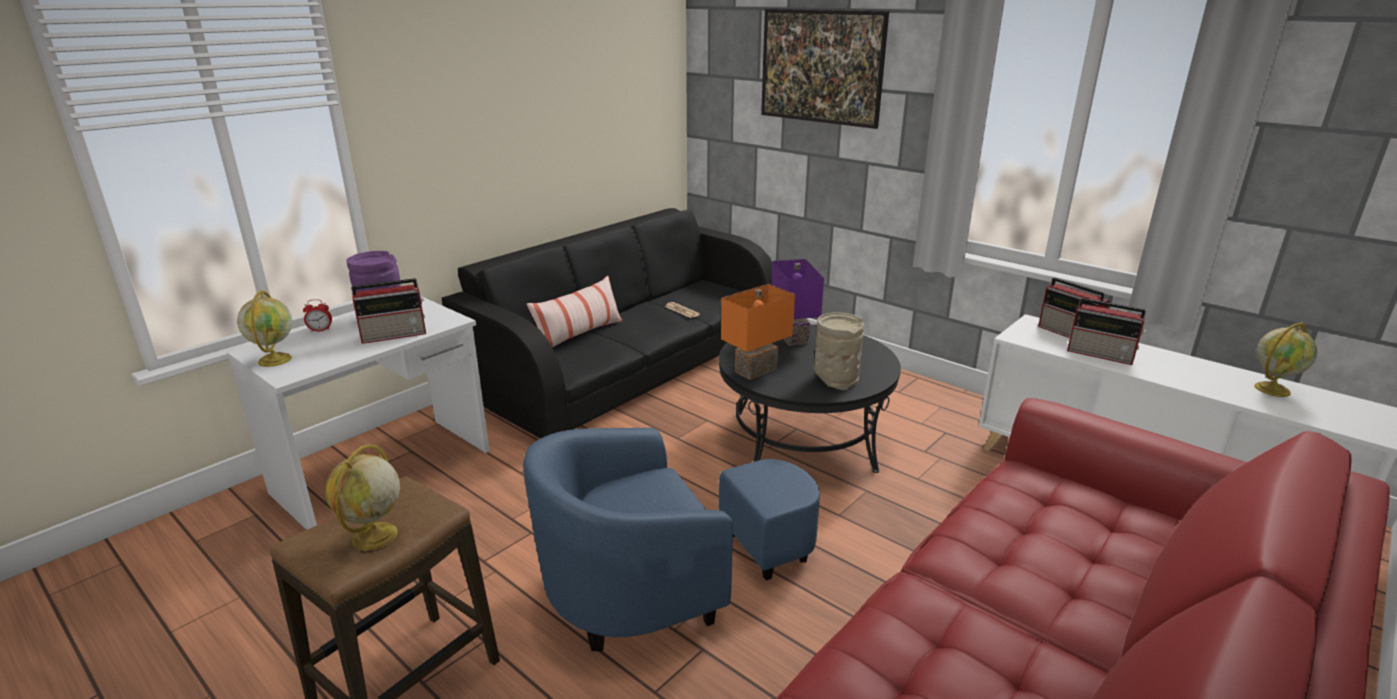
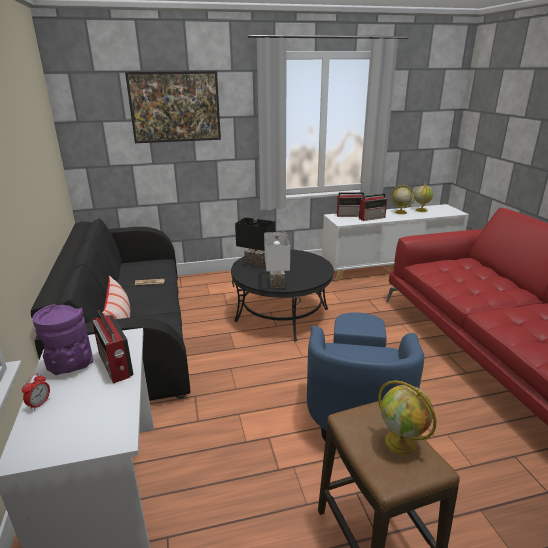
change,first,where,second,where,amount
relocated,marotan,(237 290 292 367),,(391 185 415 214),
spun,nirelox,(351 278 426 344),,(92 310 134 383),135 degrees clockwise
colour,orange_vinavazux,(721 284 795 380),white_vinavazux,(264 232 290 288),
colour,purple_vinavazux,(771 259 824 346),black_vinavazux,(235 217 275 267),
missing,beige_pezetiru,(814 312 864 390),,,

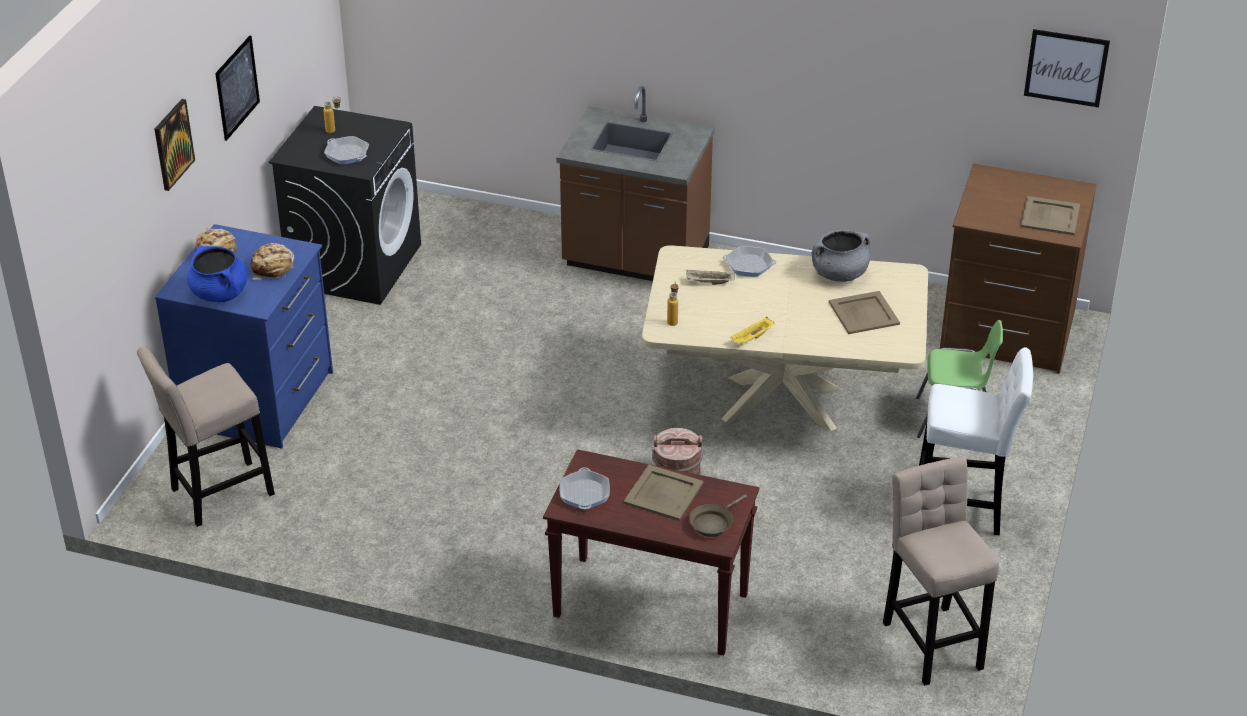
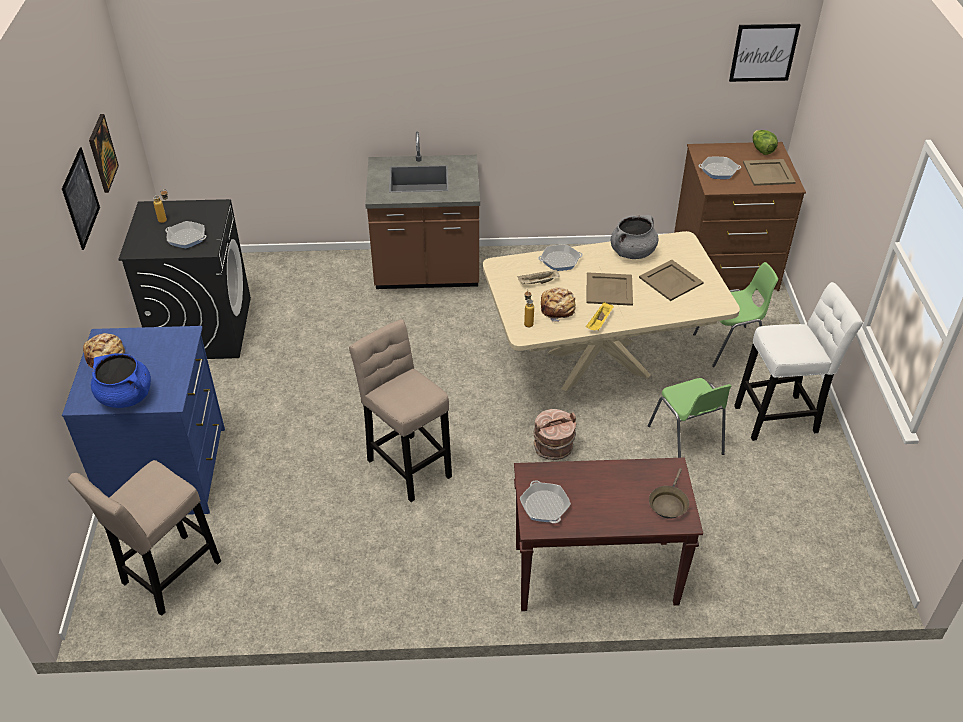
change,first,where,second,where,amount
relocated,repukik,(155 99 195 191),,(89 114 119 193),
relocated,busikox,(251 243 295 280),,(541 288 576 322),
relocated,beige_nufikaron,(624 464 703 521),,(586 272 633 306),
relocated,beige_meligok,(883 457 999 685),,(349 319 452 502),
appeared,,,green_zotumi,(648 378 732 458),
appeared,,,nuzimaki,(699 157 741 179),
appeared,,,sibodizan,(753 130 778 155),

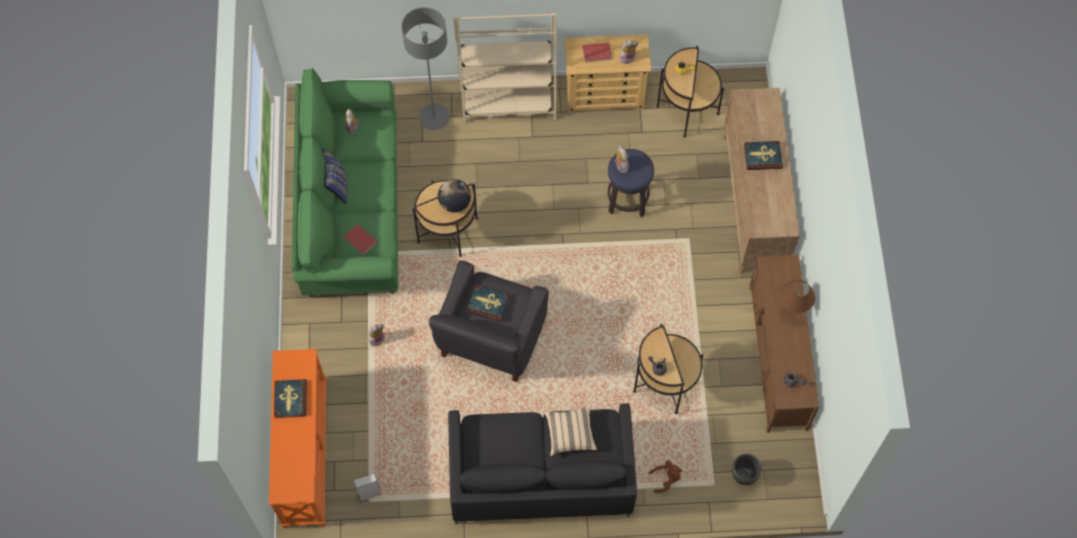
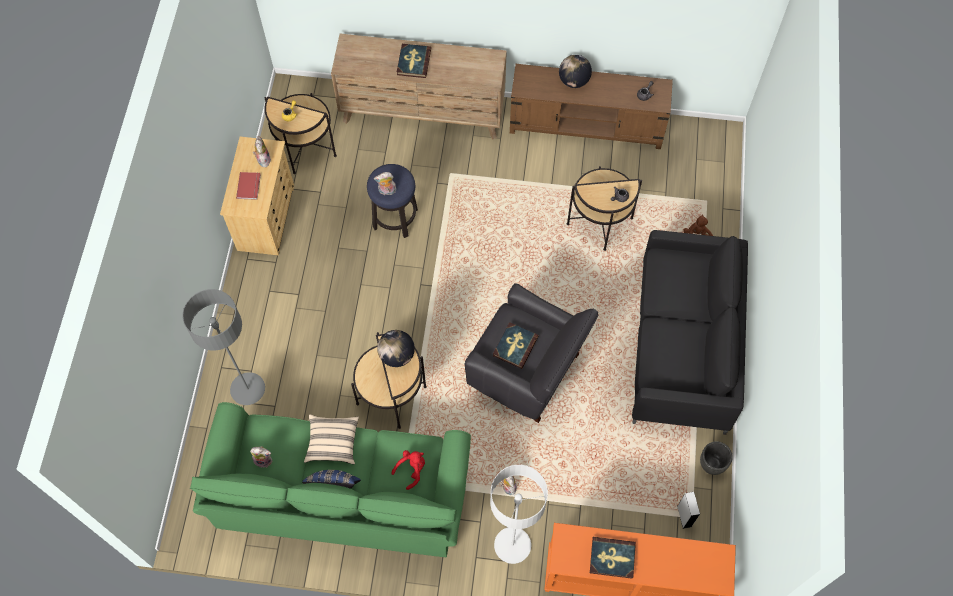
change,first,where,second,where,amount
exchanged,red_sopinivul,(344 224 377 255),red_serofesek,(391 450 425 490),
missing,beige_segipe,(453 13 557 124),,,
relocated,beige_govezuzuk,(544 406 597 456),,(304 414 359 464),
relocated,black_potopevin,(732 454 762 485),,(700 441 733 475),
exchanged,brown_vinavazux,(779 280 815 313),marotan,(559 55 592 88),
appeared,,,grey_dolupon,(490 465 548 564),

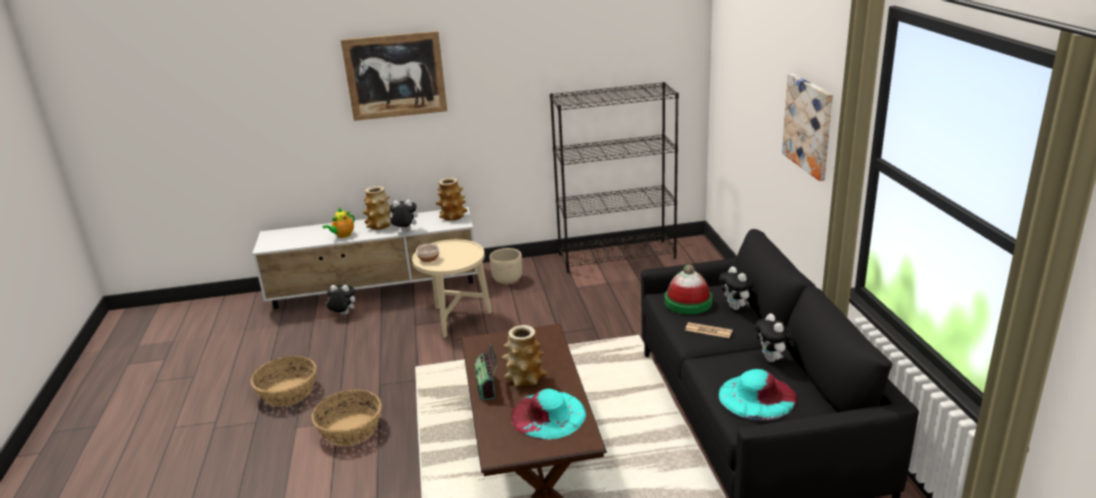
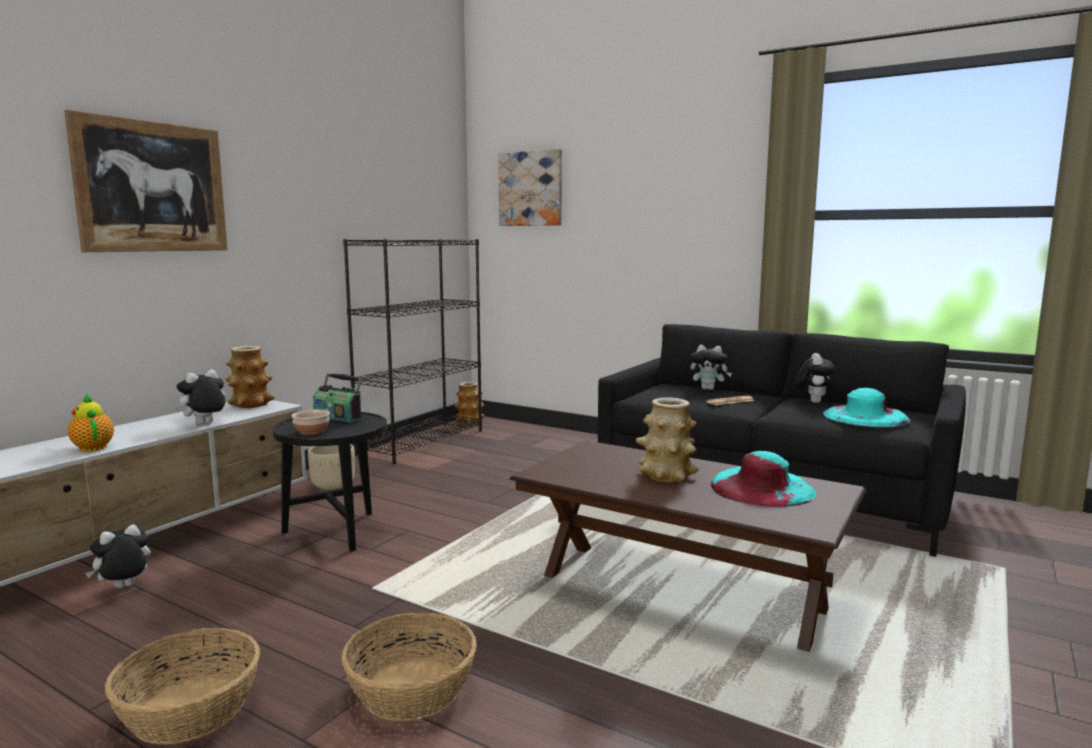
change,first,where,second,where,amount
spun,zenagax,(323 208 355 238),,(68 394 114 452),150 degrees clockwise
relocated,pezetiru,(363 186 392 230),,(454 382 485 425),
colour,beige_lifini,(412 239 492 337),black_lifini,(273 412 387 551),
relocated,nirelox,(475 343 497 401),,(313 373 362 422),
missing,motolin,(665 265 712 314),,,
spun,serofesek,(755 314 795 362),,(795 353 835 403),105 degrees counterclockwise
relocated,repukik,(782 73 833 181),,(498 149 562 226),

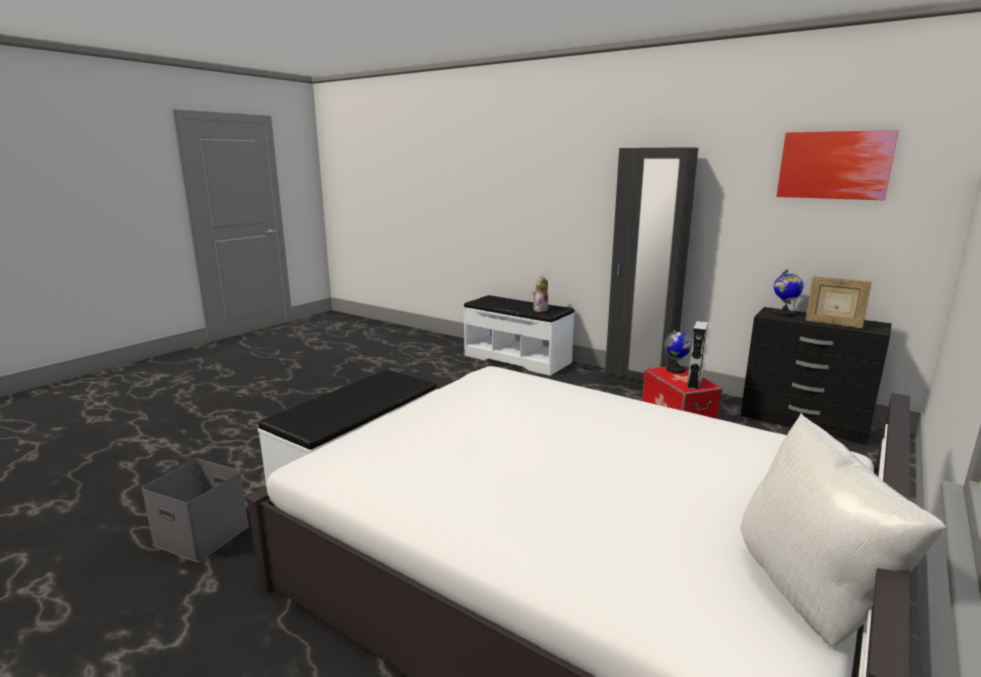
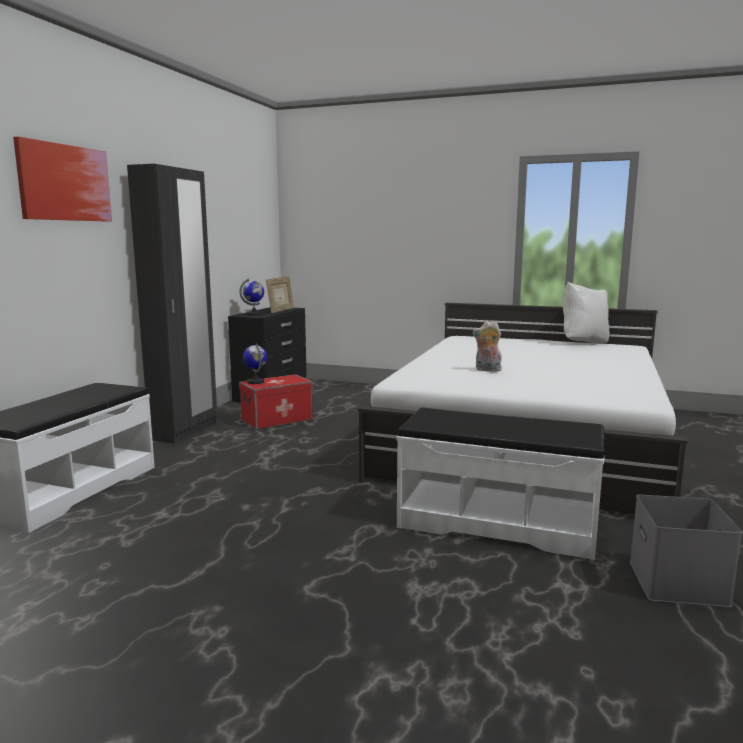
change,first,where,second,where,amount
relocated,serofesek,(533 275 548 312),,(473 321 502 372),
missing,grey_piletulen,(686 321 708 390),,,
relocated,repukik,(777 130 899 200),,(13 136 112 222),

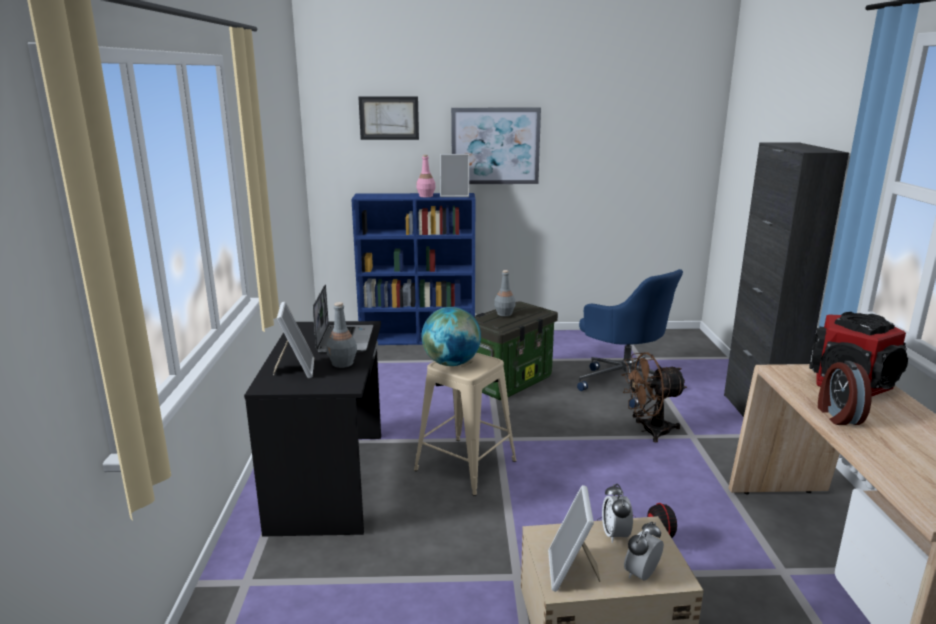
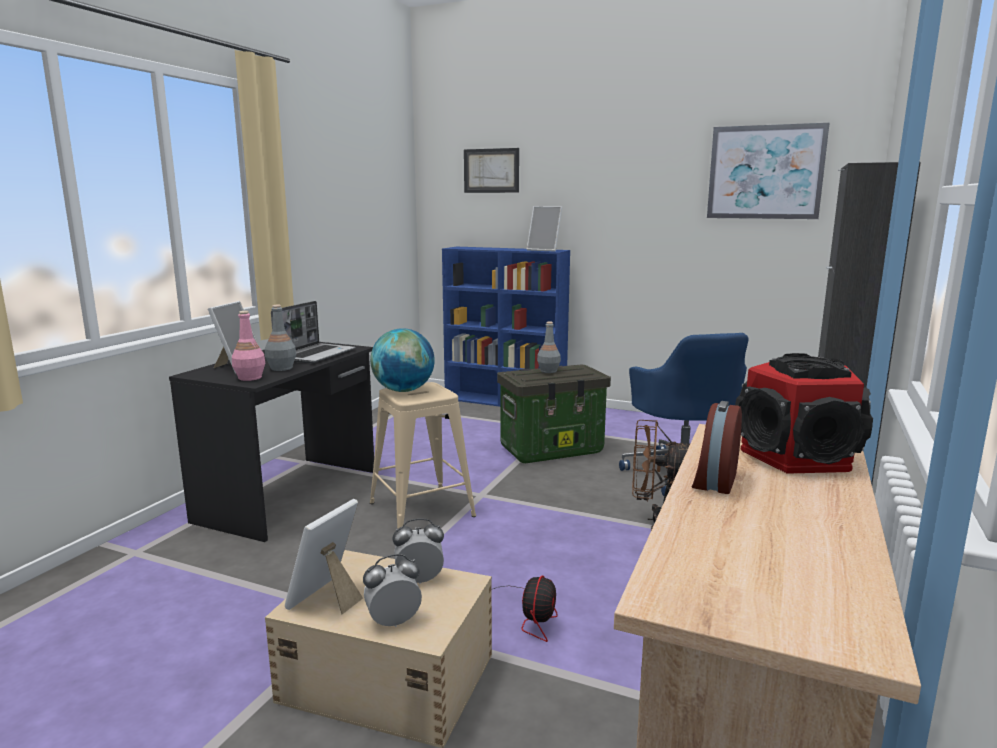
change,first,where,second,where,amount
relocated,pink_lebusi,(416 155 436 197),,(232 311 265 381),
relocated,repukik,(451 108 541 184),,(707 123 829 219),
spun,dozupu,(602 484 633 543),,(392 518 444 584),60 degrees clockwise

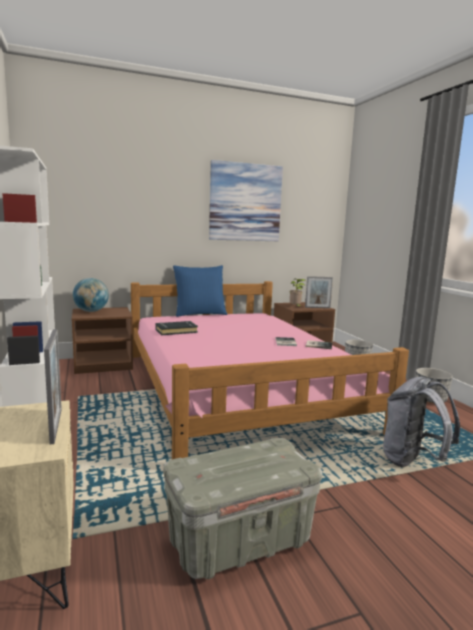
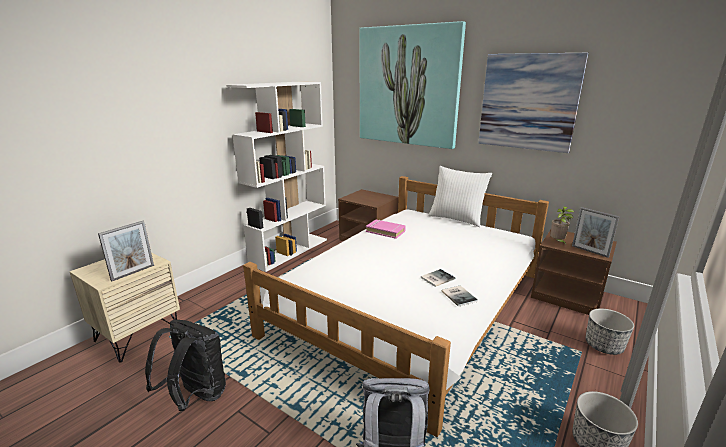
change,first,where,second,where,amount
missing,marotan,(73 278 109 312),,,
colour,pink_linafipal,(131 281 409 459),white_linafipal,(243 176 549 437),
colour,black_sopinivul,(156 321 198 335),pink_sopinivul,(366 220 406 239),
exchanged,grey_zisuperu,(163 438 322 579),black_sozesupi,(145 320 226 411),
colour,blue_govezuzuk,(173 265 227 317),white_govezuzuk,(428 166 492 227),
appeared,,,repukik,(359 21 466 149),

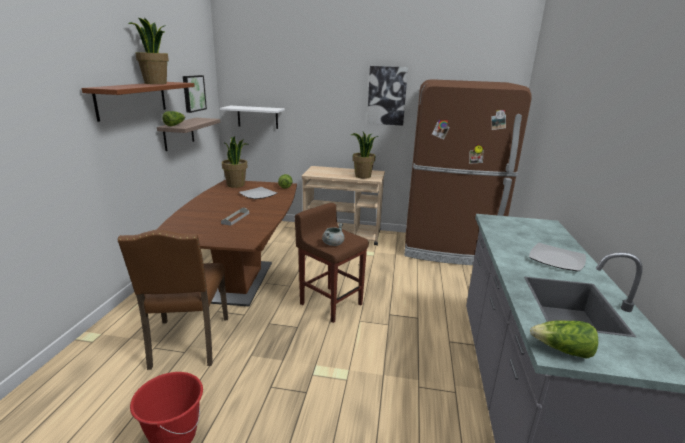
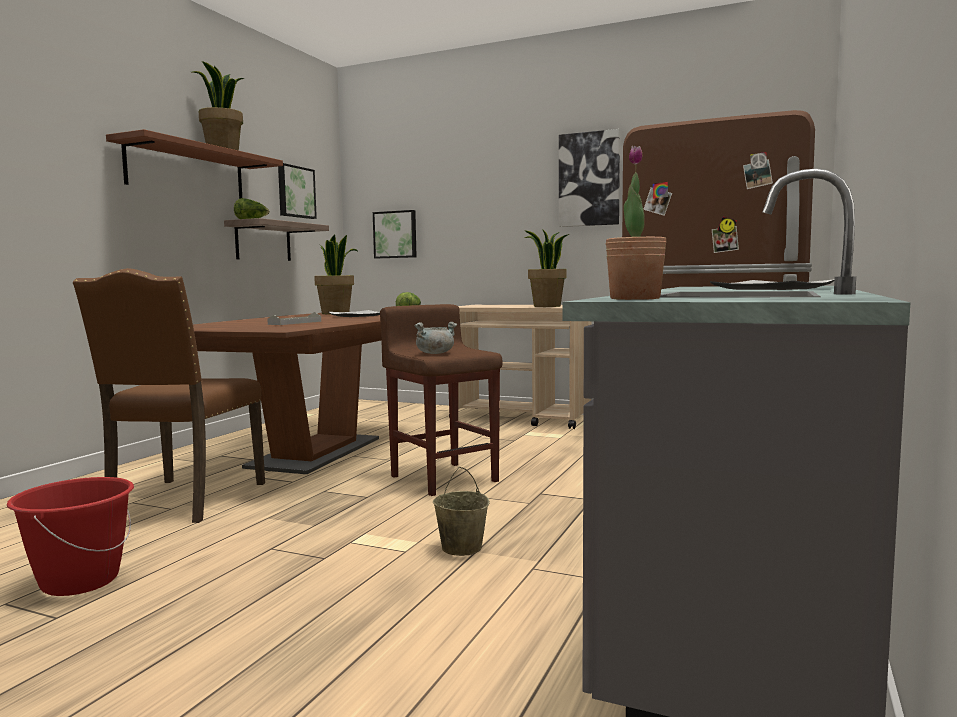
change,first,where,second,where,amount
exchanged,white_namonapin,(219 106 285 129),repukik,(373 210 417 258),
exchanged,sibodizan,(530 320 598 358),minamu,(606 146 667 300),
appeared,,,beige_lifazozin,(433 467 490 556),

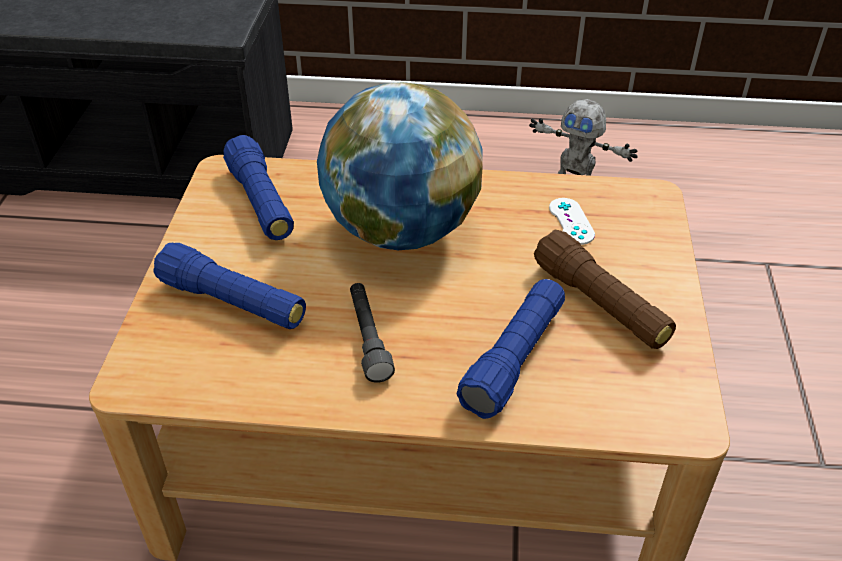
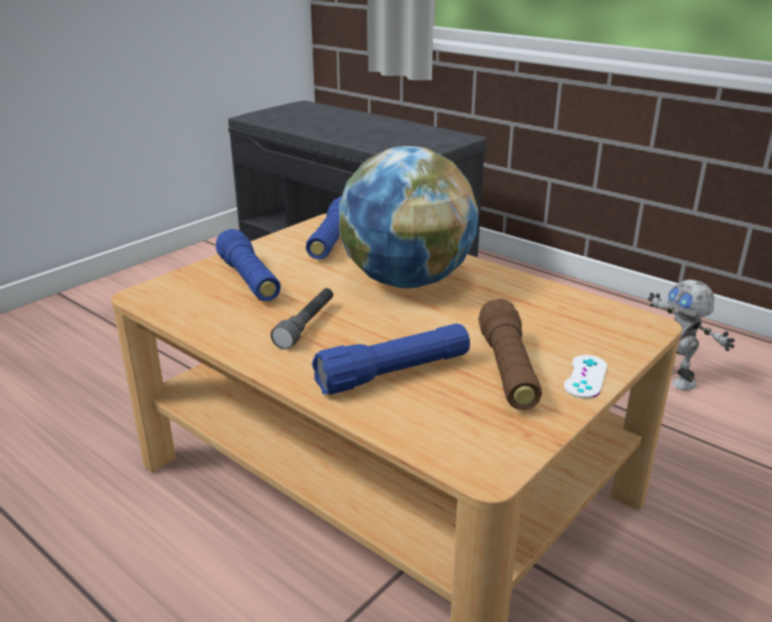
change,first,where,second,where,amount
relocated,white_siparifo,(549 198 595 245),,(564 355 607 399),

